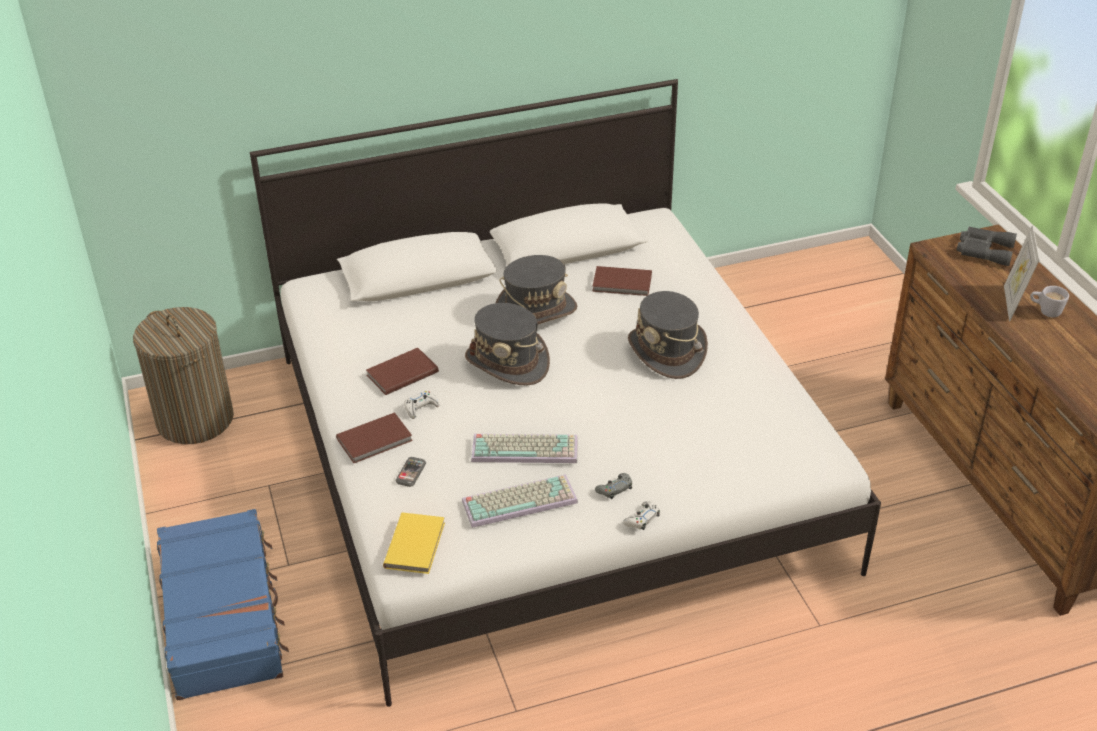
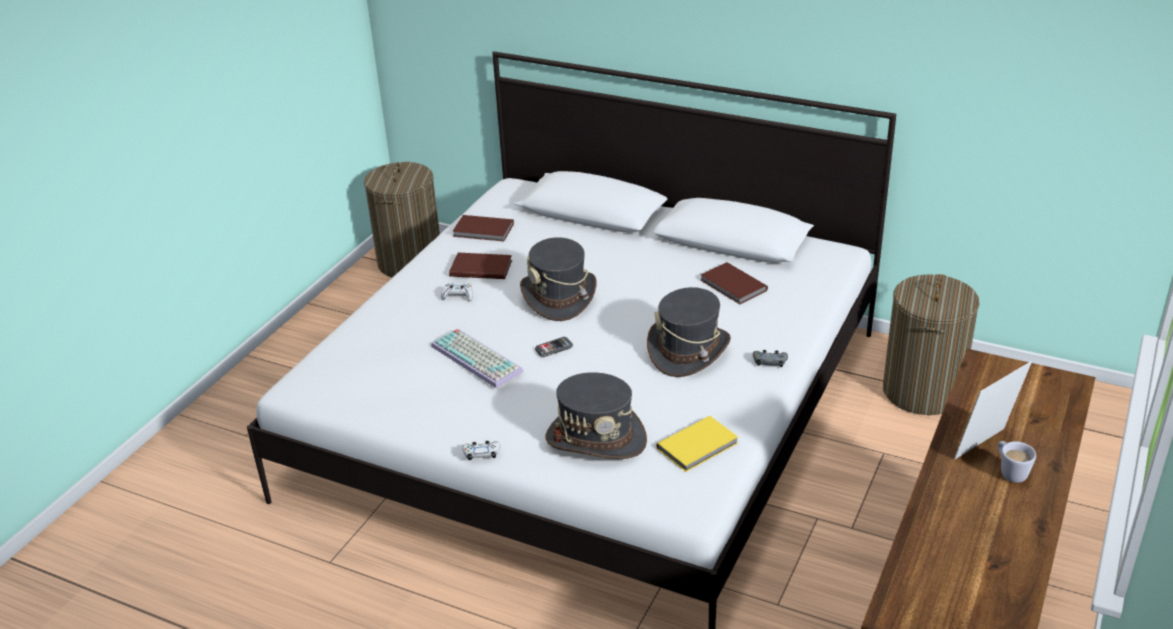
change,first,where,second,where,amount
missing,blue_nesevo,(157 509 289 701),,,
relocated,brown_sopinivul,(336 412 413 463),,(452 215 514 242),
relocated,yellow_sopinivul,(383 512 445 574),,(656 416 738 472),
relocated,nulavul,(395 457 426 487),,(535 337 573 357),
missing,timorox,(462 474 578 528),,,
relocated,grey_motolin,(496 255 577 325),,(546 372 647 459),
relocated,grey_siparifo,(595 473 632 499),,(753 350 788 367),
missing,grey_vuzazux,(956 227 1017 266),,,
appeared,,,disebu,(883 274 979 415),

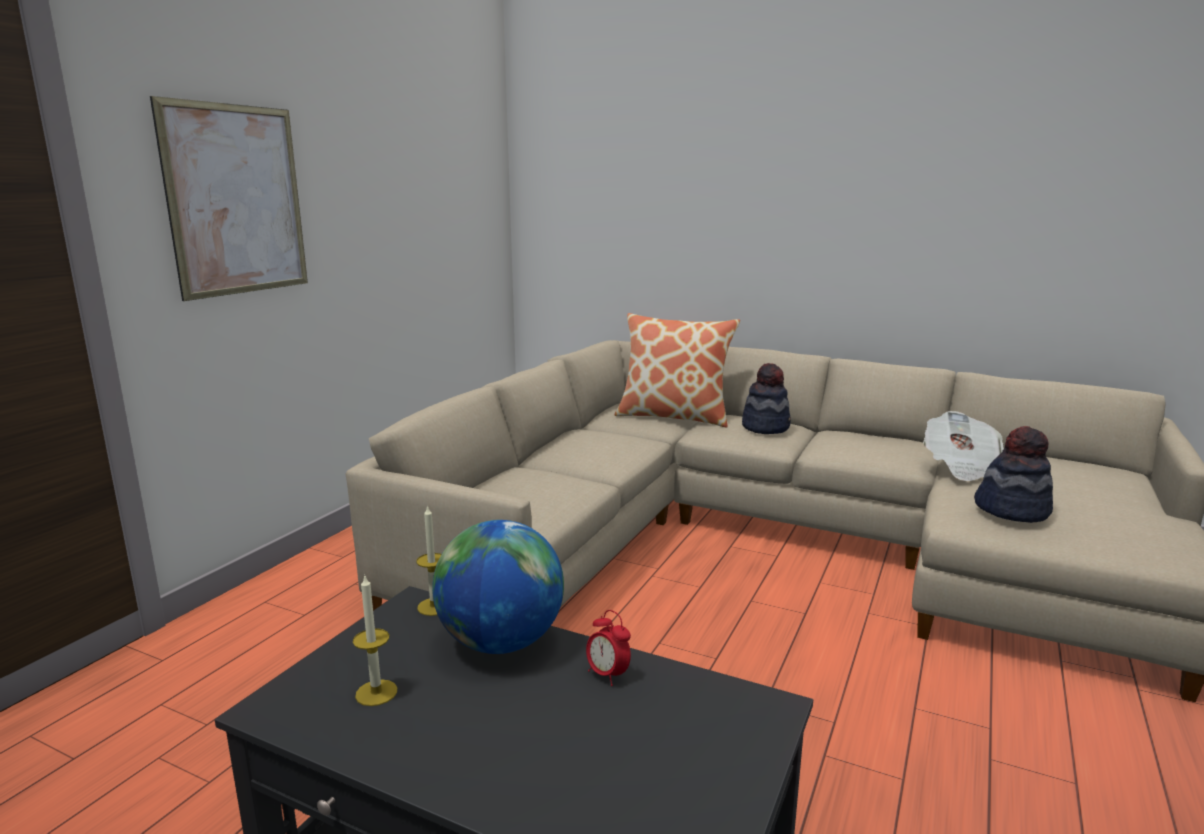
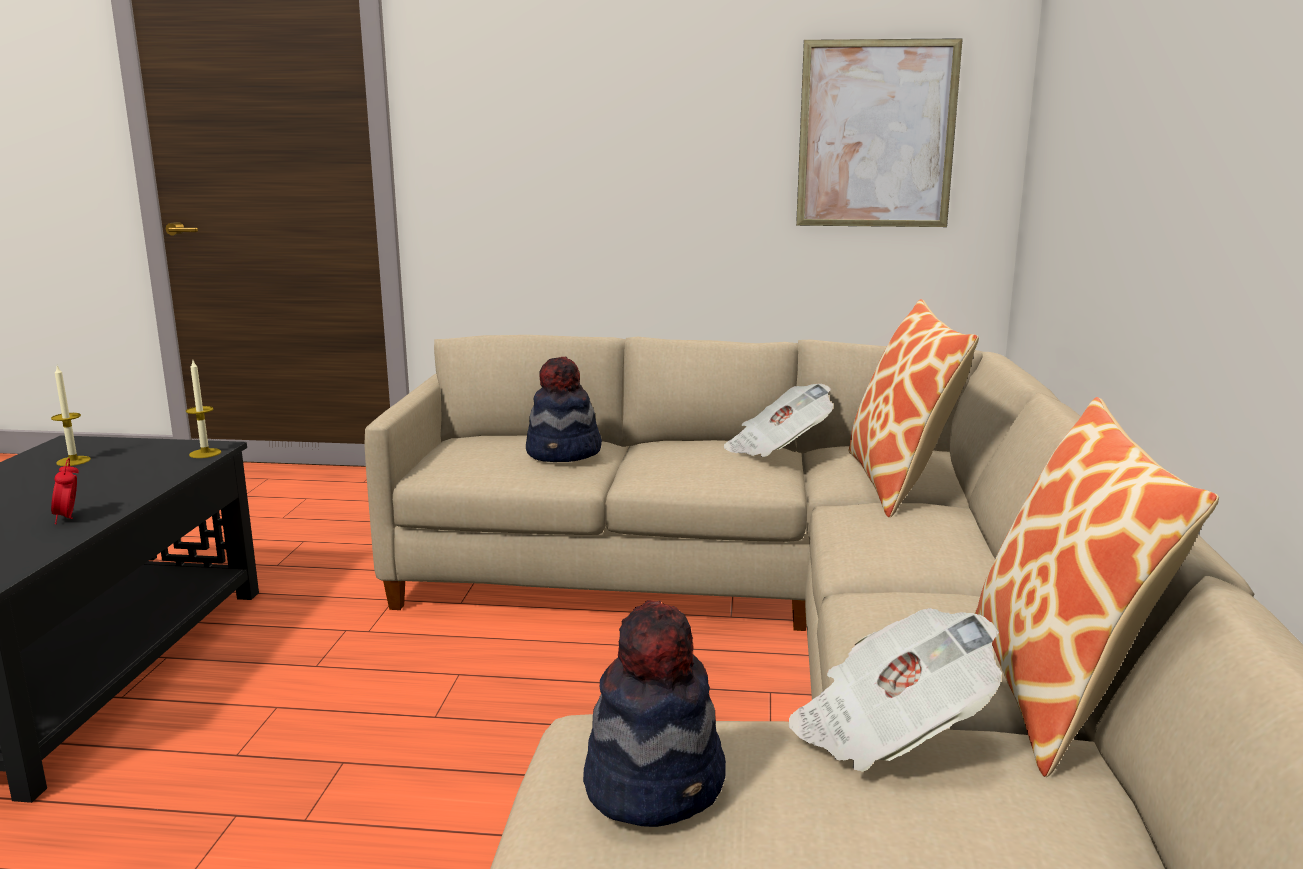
change,first,where,second,where,amount
relocated,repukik,(150 96 308 301),,(796 38 963 227),
missing,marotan,(432 520 564 654),,,
spun,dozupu,(586 610 631 686),,(51 458 79 524),45 degrees counterclockwise
relocated,motolin,(742 363 791 434),,(526 357 602 462),
appeared,,,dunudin,(724 384 833 457),
appeared,,,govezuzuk,(975 397 1219 777),

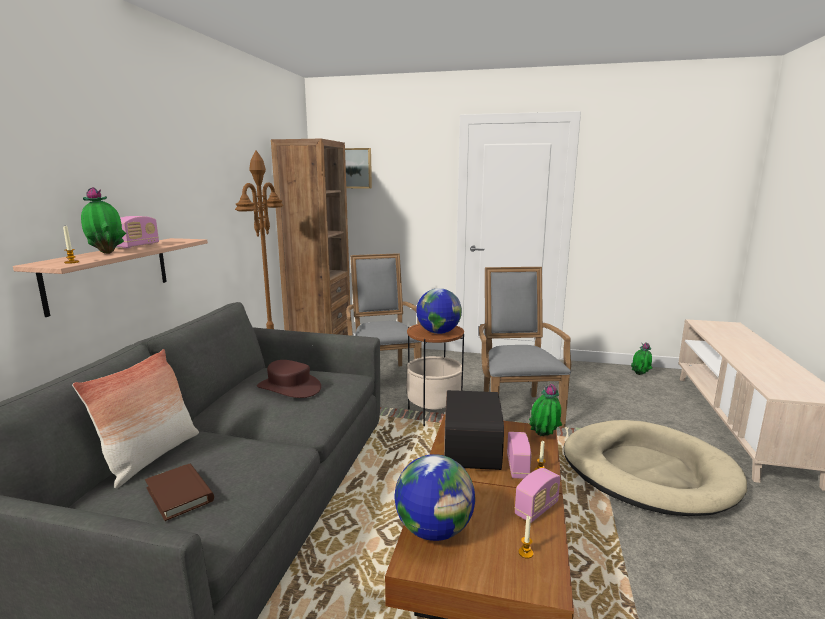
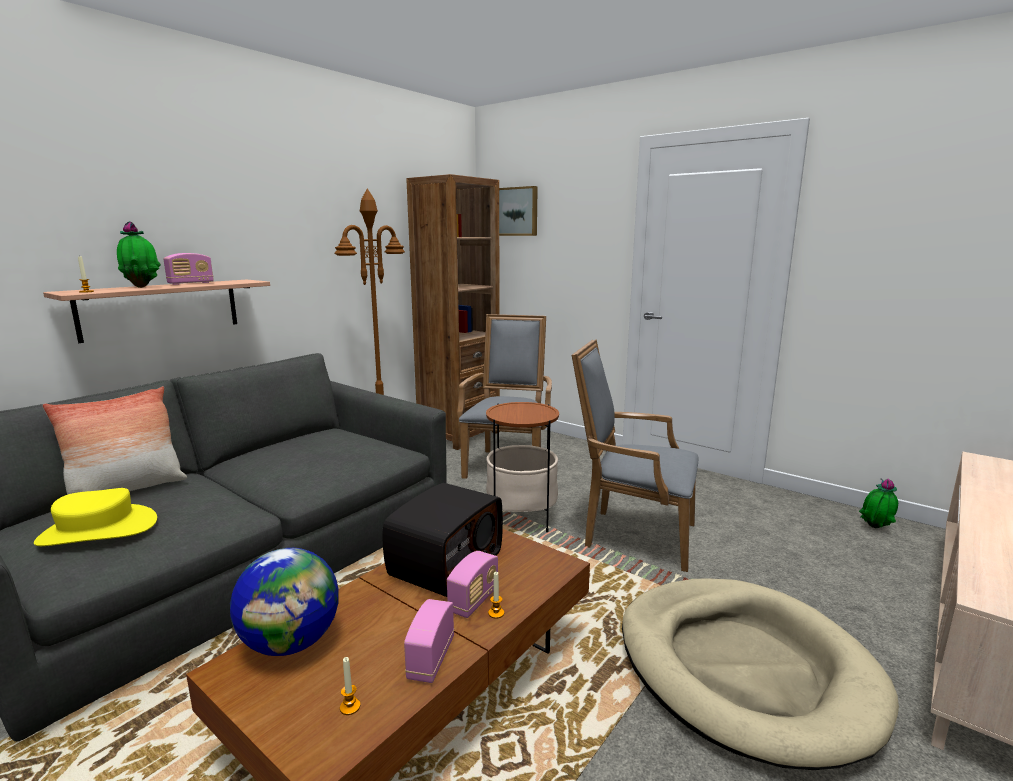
change,first,where,second,where,amount
exchanged,brown_sopinivul,(145 464 214 521),yellow_motolin,(34 488 157 546),
missing,brown_motolin,(257 360 321 398),,,
missing,marotan,(416 288 462 334),,,
spun,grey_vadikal,(479 267 571 428),,(572 339 699 572),90 degrees counterclockwise
spun,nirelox,(515 468 560 523),,(404 599 454 683),120 degrees clockwise
missing,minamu,(529 384 562 436),,,

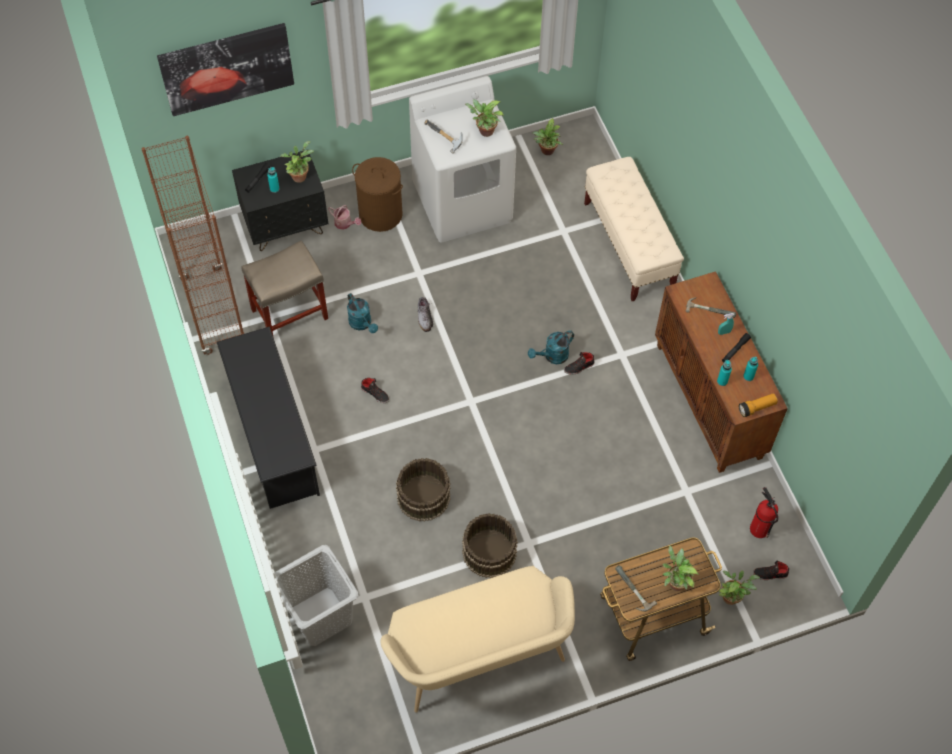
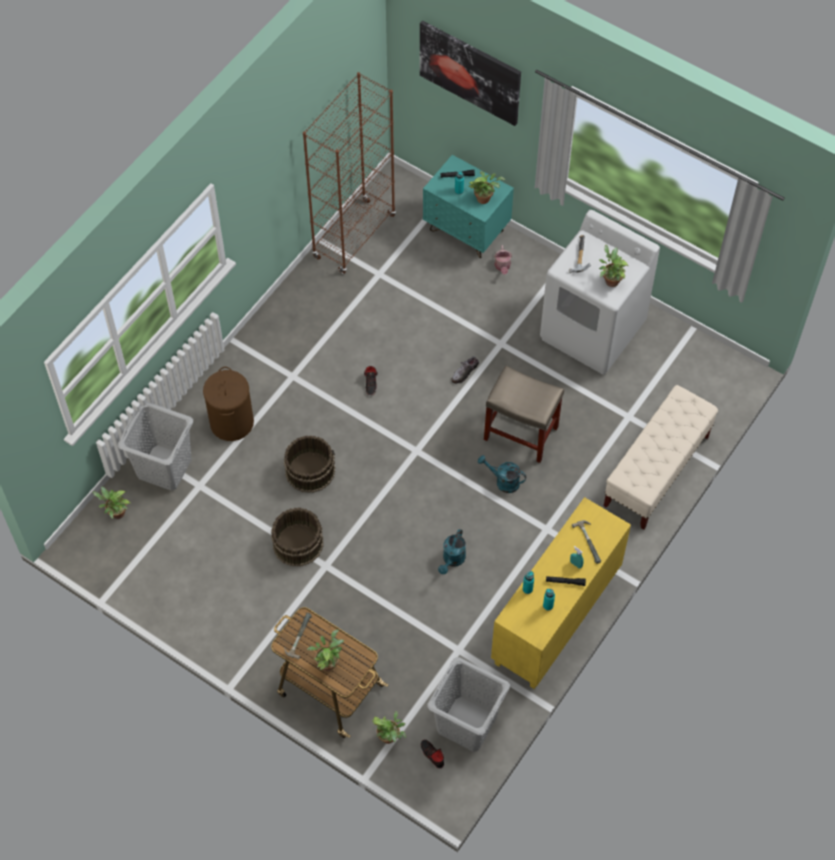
change,first,where,second,where,amount
missing,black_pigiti,(217 327 320 509),,,
colour,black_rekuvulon,(232 150 328 251),turquoise_rekuvulon,(423 155 514 258),
relocated,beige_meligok,(241 241 328 338),,(484 366 564 463),
relocated,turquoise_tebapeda,(347 293 378 333),,(438 529 466 574),
relocated,brown_disebu,(352 157 403 232),,(203 367 254 441),
missing,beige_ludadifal,(380 566 575 713),,,
relocated,minamu,(533 118 563 155),,(93 487 131 519),
missing,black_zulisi,(564 352 594 375),,,
colour,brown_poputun,(655 271 788 473),yellow_poputun,(491 497 631 689),
missing,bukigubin,(739 393 778 417),,,
exchanged,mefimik,(750 487 778 538),grey_disebu,(427 657 510 752),

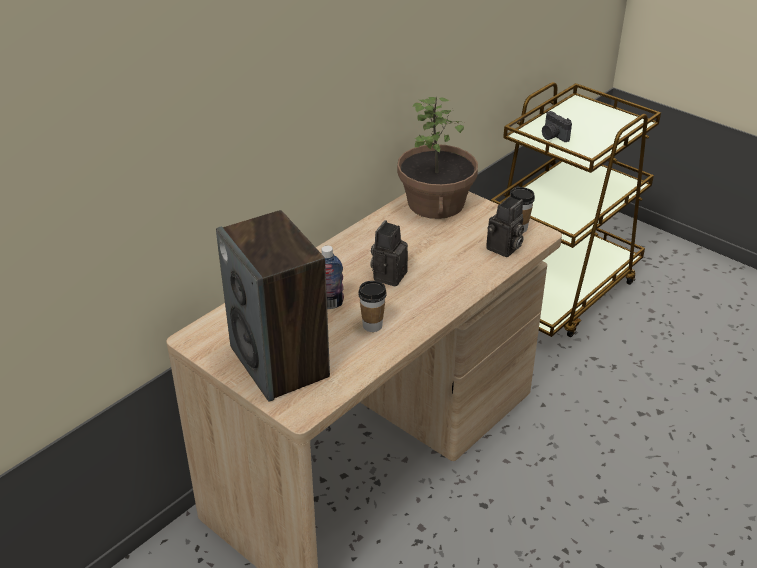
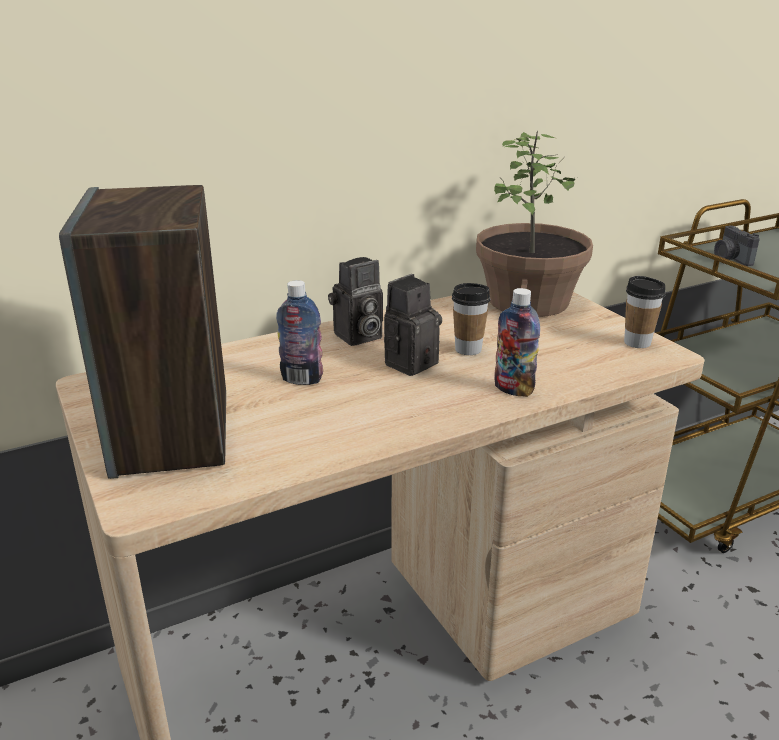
change,first,where,second,where,amount
relocated,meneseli,(358 281 387 332),,(452 283 490 355),
relocated,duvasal,(486 197 524 257),,(328 257 383 346),
appeared,,,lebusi,(494 288 540 397),

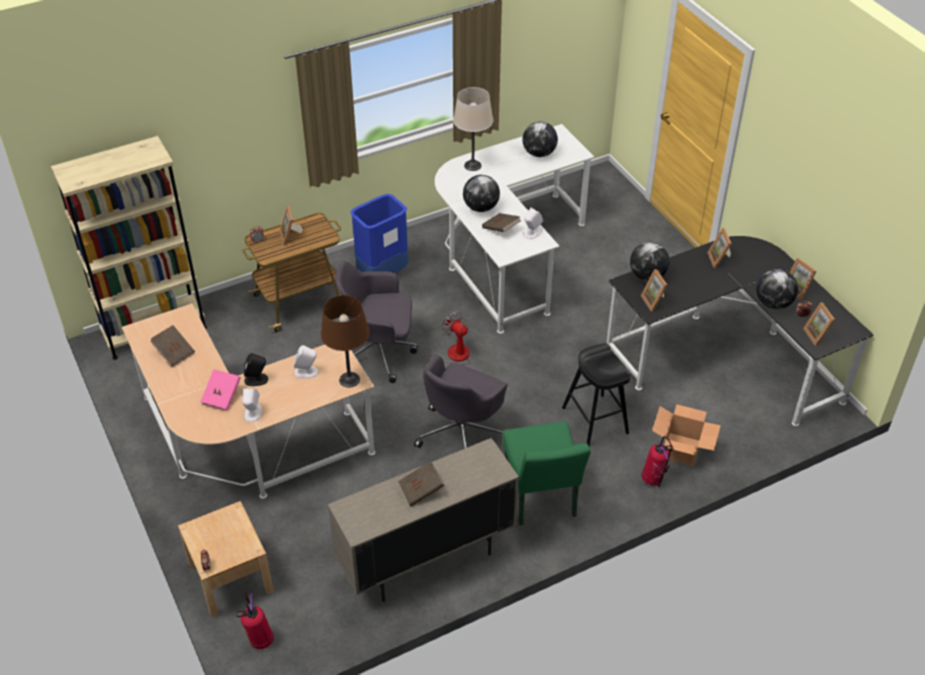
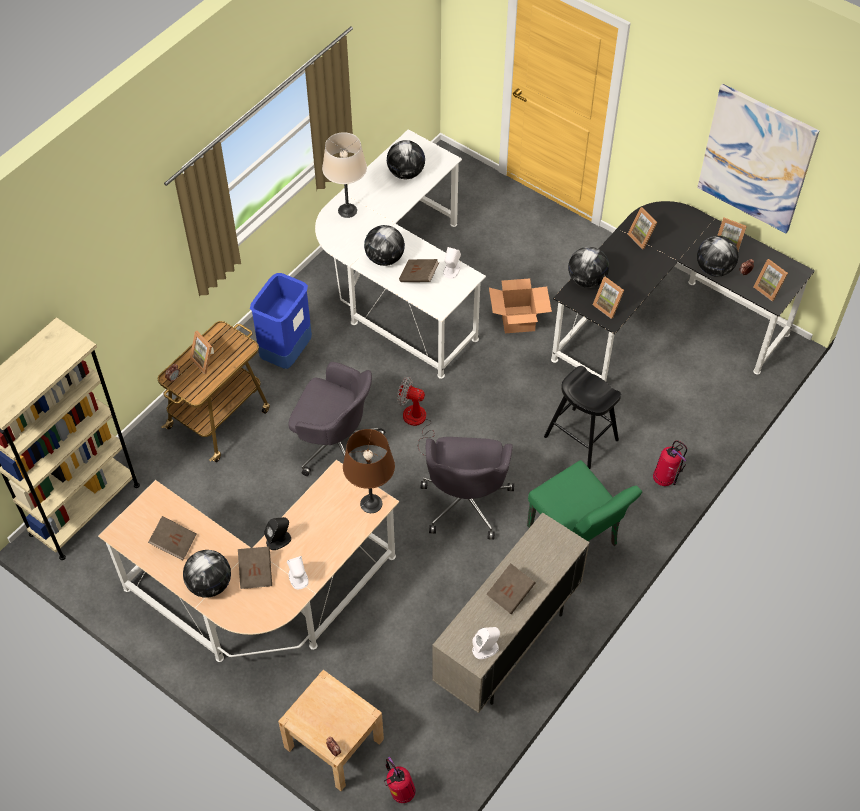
change,first,where,second,where,amount
colour,pink_sopinivul,(200 369 241 411),brown_sopinivul,(238 547 272 589),
relocated,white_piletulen,(294 345 318 378),,(472 627 500 659),
spun,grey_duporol,(335 261 417 383),,(288 362 385 476),135 degrees counterclockwise
relocated,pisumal,(652 404 721 466),,(489 278 552 333),
appeared,,,marotan,(183 550 231 598),
appeared,,,repukik,(697 84 819 233),

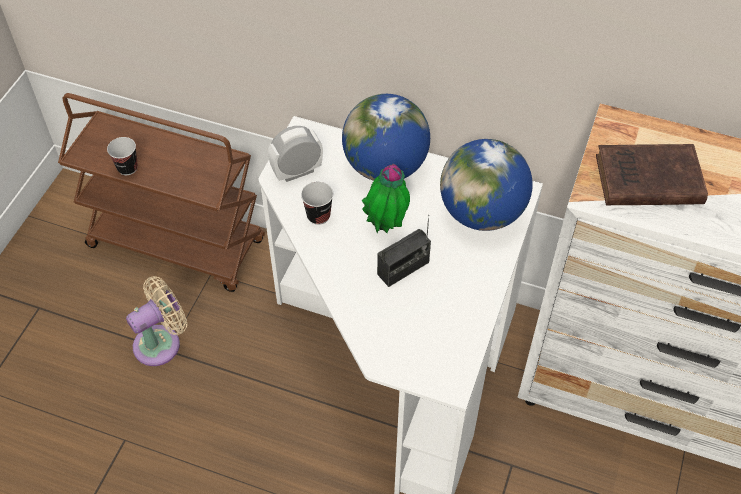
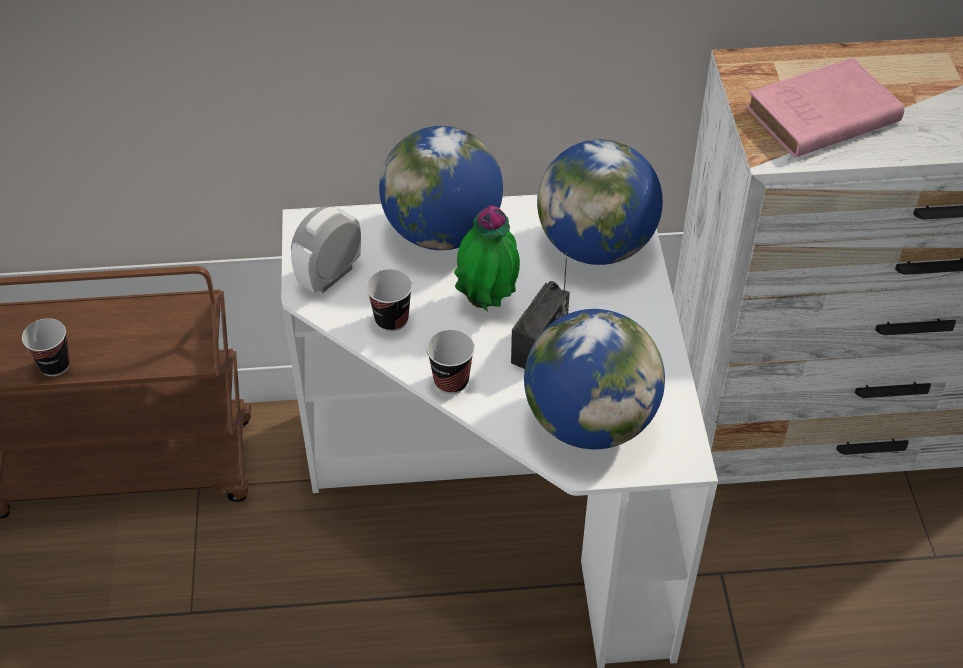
change,first,where,second,where,amount
missing,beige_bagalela,(126 276 187 366),,,
colour,brown_sopinivul,(596 144 708 205),pink_sopinivul,(746 58 904 158),
appeared,,,meneseli,(426 329 475 394),
appeared,,,marotan,(524 309 665 449),

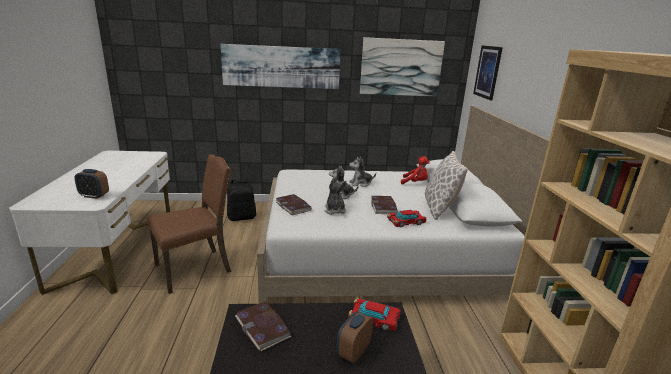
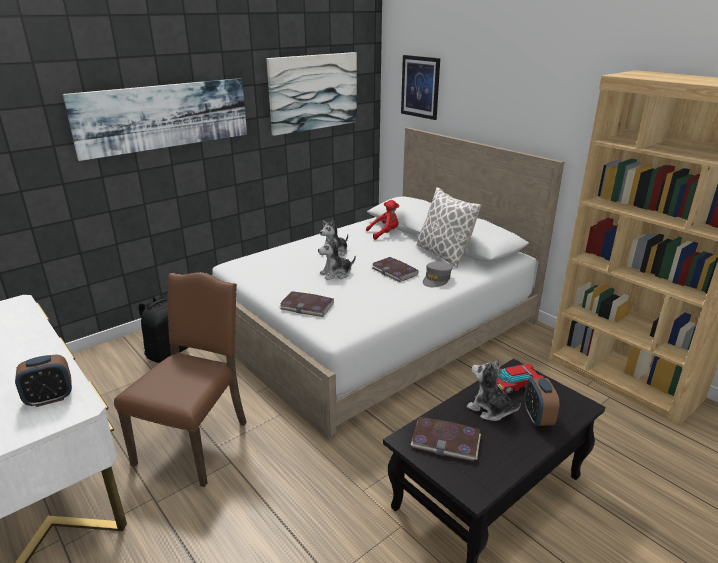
change,first,where,second,where,amount
relocated,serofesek,(324 177 346 215),,(467 359 521 421),
exchanged,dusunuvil,(387 210 426 227),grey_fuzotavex,(423 262 452 287),

